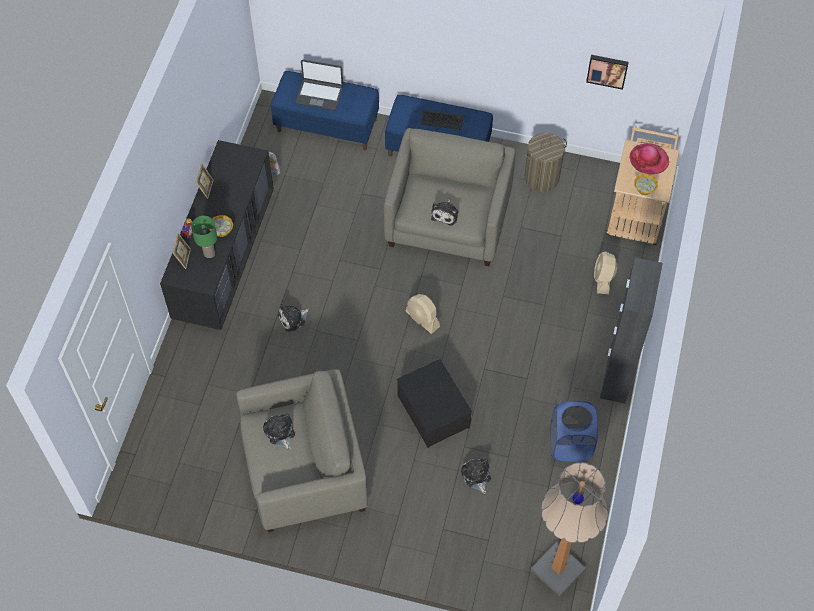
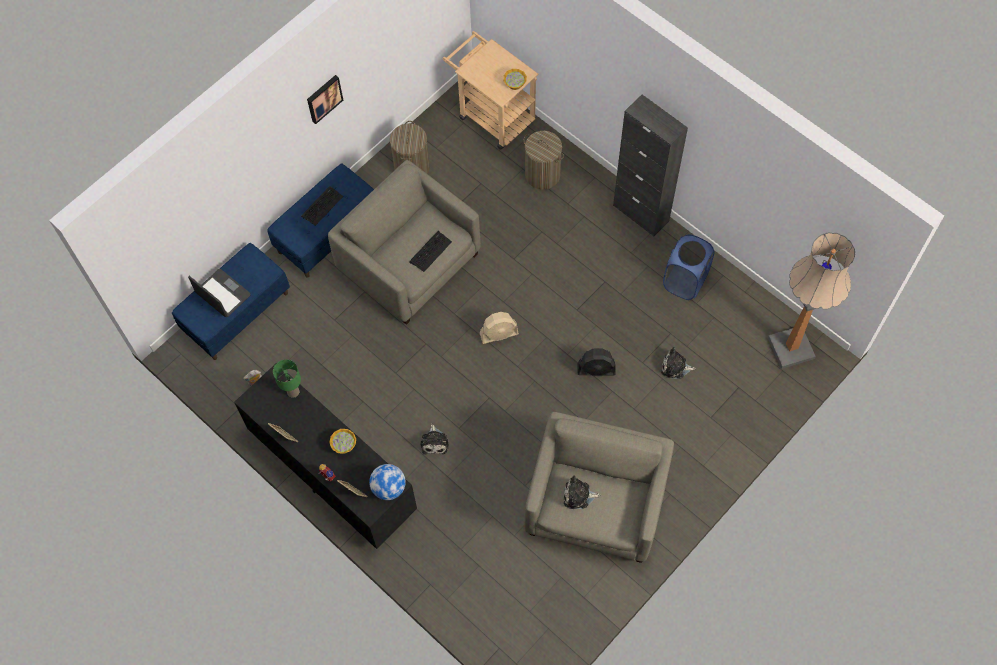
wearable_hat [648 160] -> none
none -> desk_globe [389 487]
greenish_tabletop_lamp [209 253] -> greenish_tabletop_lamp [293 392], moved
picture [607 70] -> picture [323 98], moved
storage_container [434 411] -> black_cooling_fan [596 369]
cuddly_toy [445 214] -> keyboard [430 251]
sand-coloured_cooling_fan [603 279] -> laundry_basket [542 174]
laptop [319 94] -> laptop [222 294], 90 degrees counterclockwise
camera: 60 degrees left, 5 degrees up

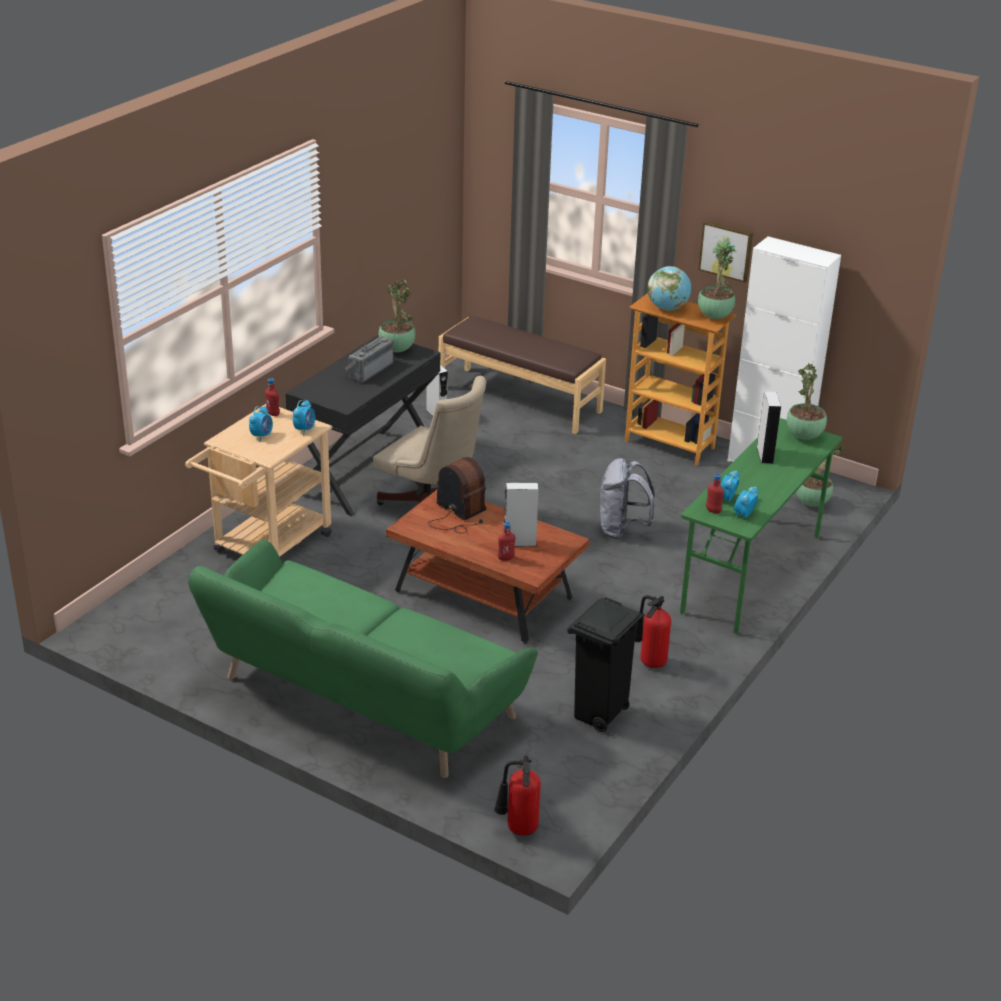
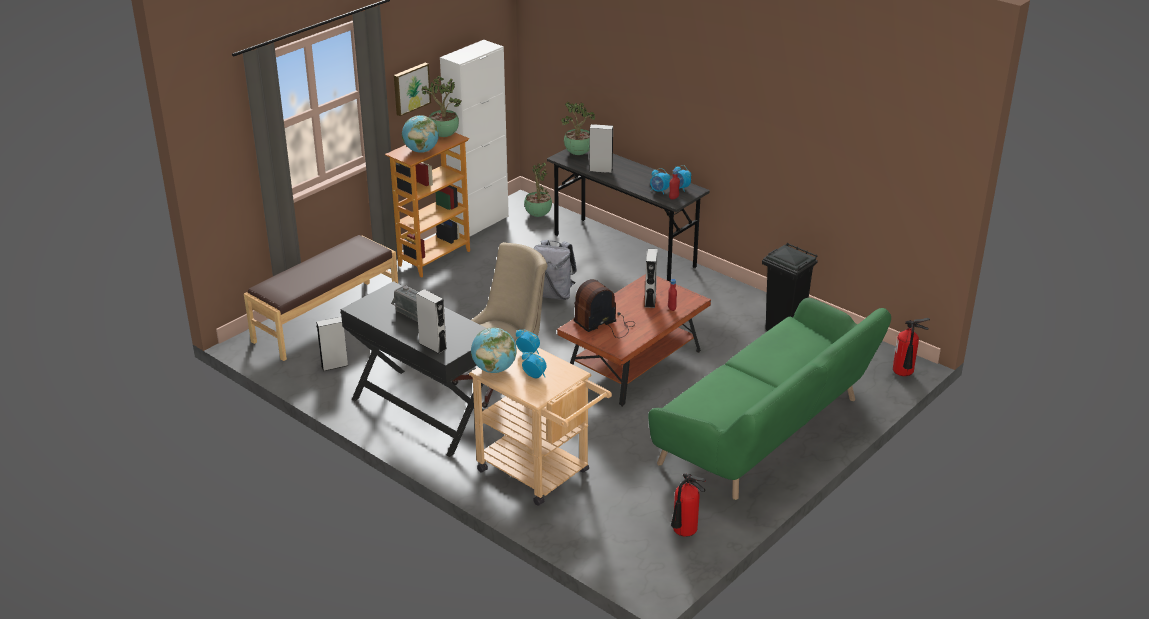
plant_in_a_pot [396 349] -> none
none -> gray_loudspeaker [432 346]
fire_extinguisher [648 662] -> fire_extinguisher [684 534], moved
red_beverage_bottle [273 414] -> desk_globe [494 369]
greenish_desk [752 574] -> gray_desk [625 251]
camera: 80 degrees left, 0 degrees up

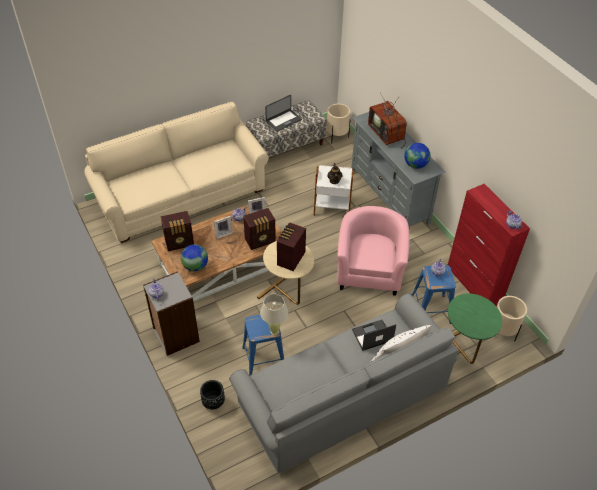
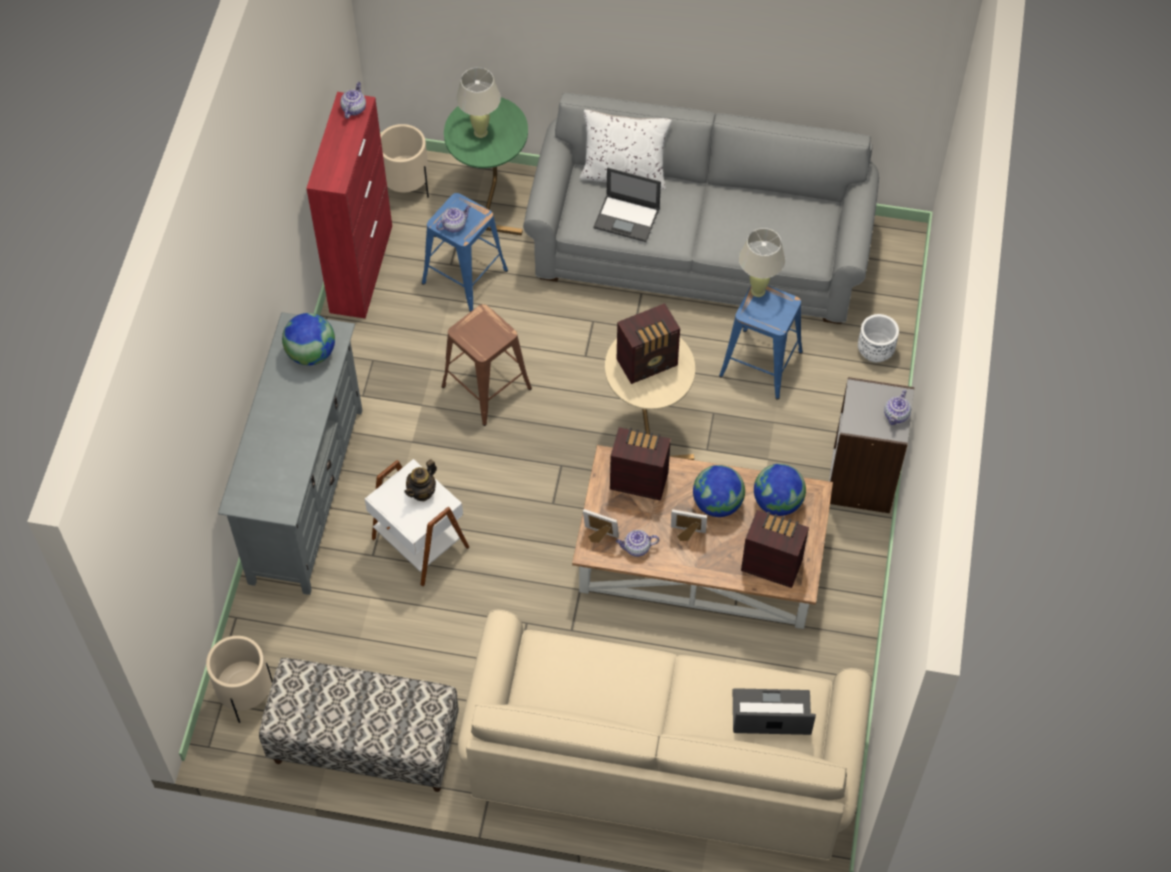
television [387 134] -> none
none -> sand-coloured_tabletop_lamp [480 132]
none -> desk_globe [717 503]
laptop [283 120] -> laptop [771 714], moved
pink_armchair [369 271] -> brown-coloured_stool_seat [485 388]
black_planter [213 402] -> whitish_planter [875 351]
camera: 140 degrees left, 10 degrees up

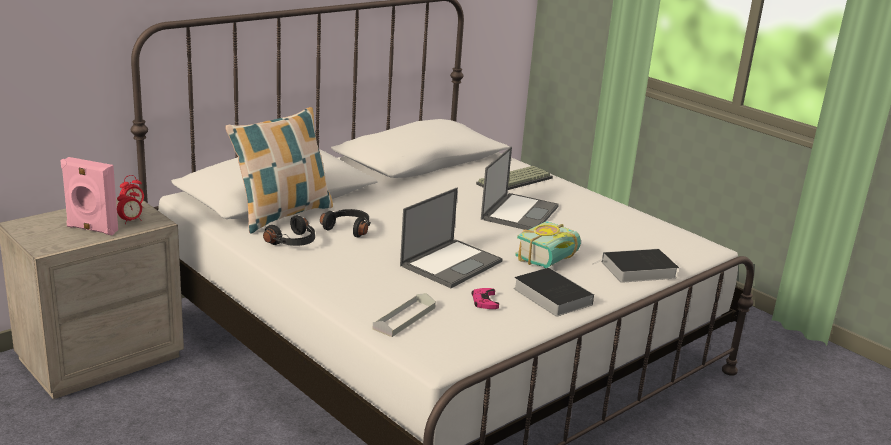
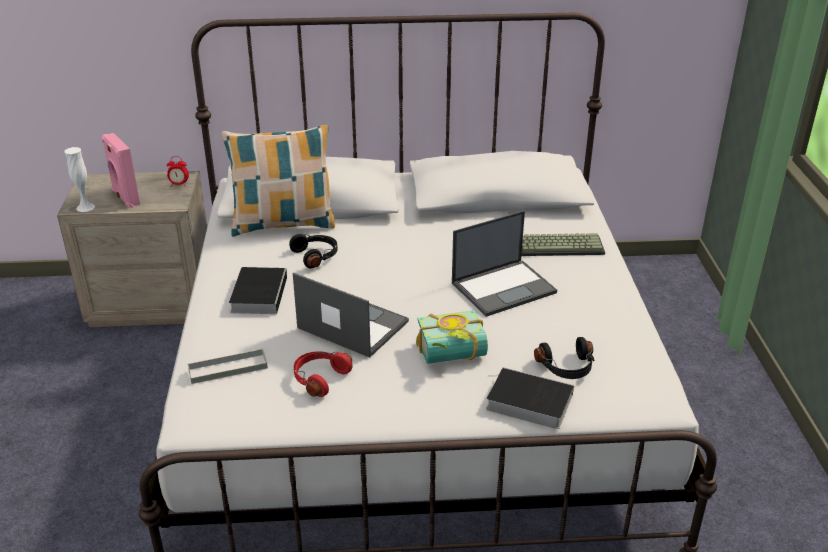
bedside_clock [130 221] -> none
none -> whitish_decorative_vase [85 207]
black_headset [293 242] -> black_headset [567 368], moved
bound_book [550 295] -> bound_book [259 293], moved
pink_gamepad [484 301] -> red_headset [319 378]
laptop [451 263] -> laptop [351 324], 135 degrees counterclockwise
camera: 40 degrees right, 10 degrees up

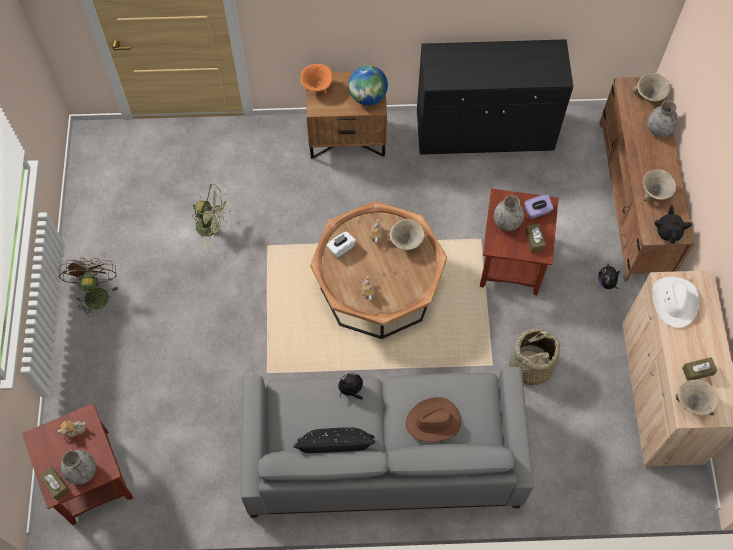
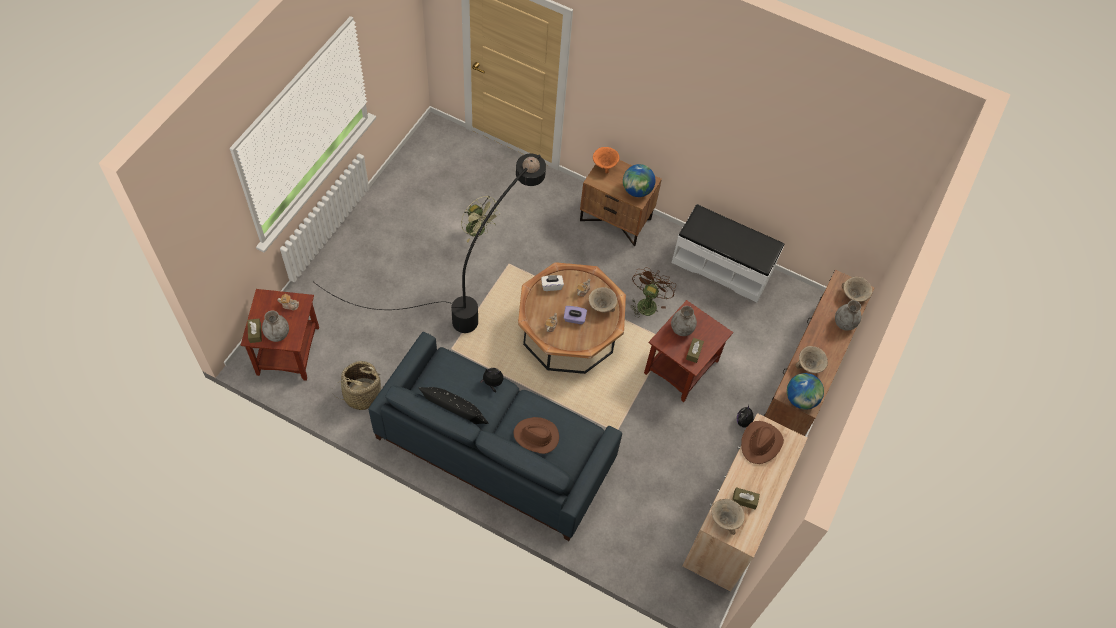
none -> black_standing_lamp [473 293]
brown-coloured_cooling_fan [95 293] -> brown-coloured_cooling_fan [647 303], moved
storage_basket [530 366] -> storage_basket [362 394], moved
purplish_tissue_box [537 211] -> purplish_tissue_box [574 319], moved
black_cabinet [484 132] -> whitish_bench [722 267]
black_tea_pot [668 231] -> desk_globe [800 399]
gray_sofa [382 453] -> blue-coloured_sofa [495 447]
whitish_wearable_hat [674 302] -> brown-coloured_wearable_hat [760 443]
camera: 25 degrees right, 5 degrees down

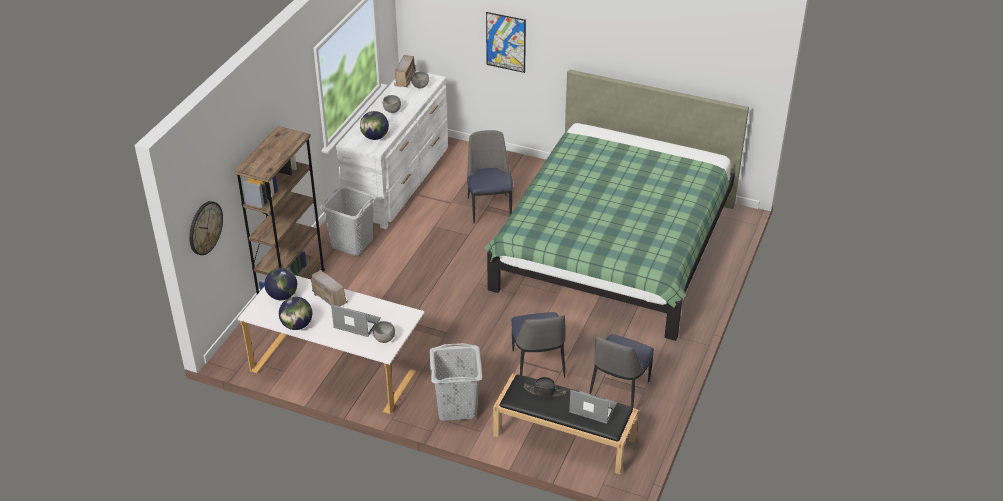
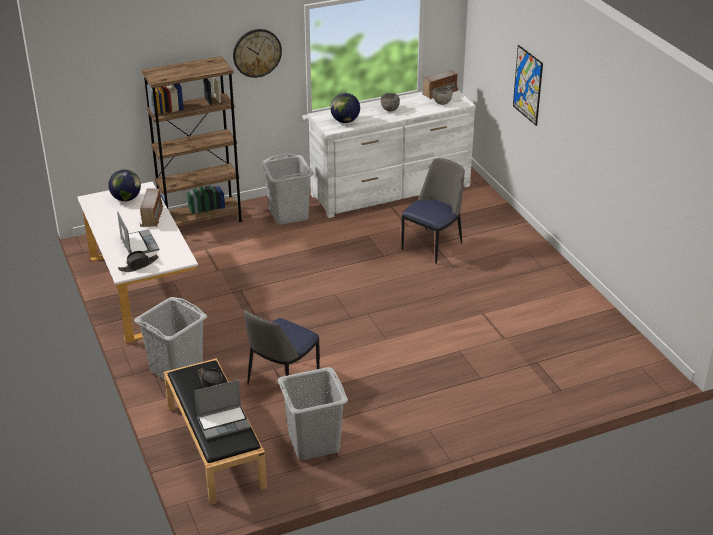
desk_globe [297 325] -> none
greenish_bedroom_bed [614 247] -> none
wall_clock [205 227] -> wall_clock [257 53], moved
gray_serving_bowl [384 339] -> black_wearable_hat [138 265]
plain_chair [618 391] -> gray_laundry_basket [313 443]
laptop [592 409] -> laptop [224 422], 90 degrees clockwise
camera: 45 degrees right, 5 degrees down

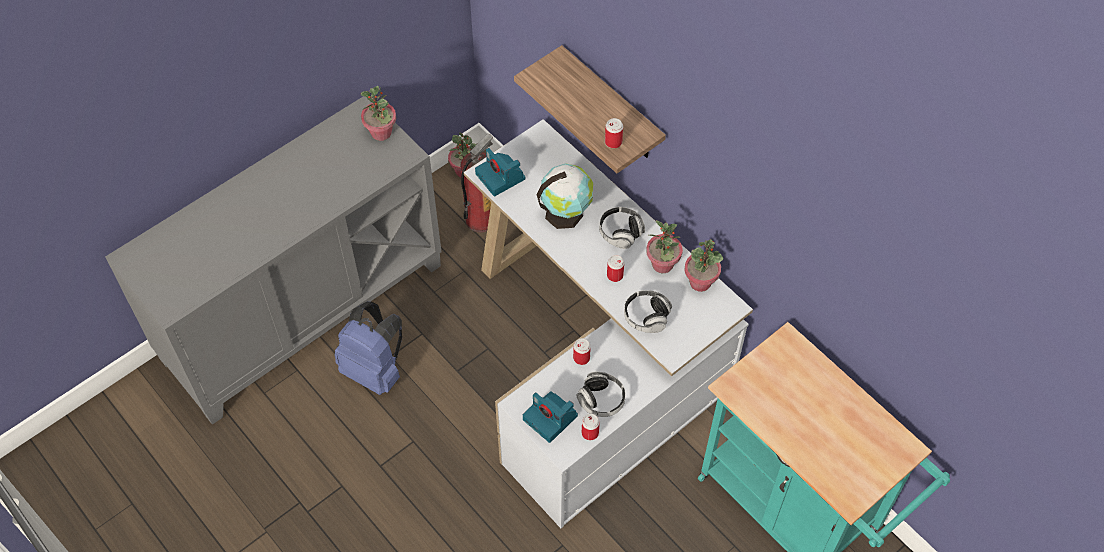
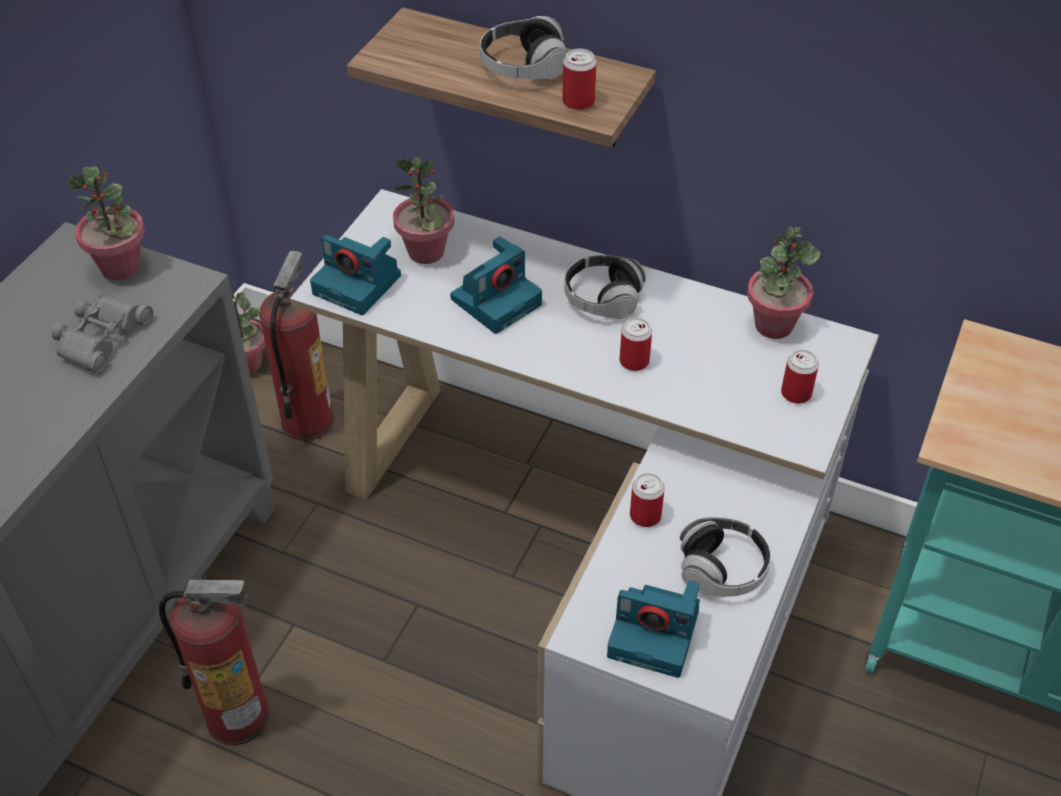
none -> gray_pair_of_binoculars [102 338]
can [590 433] -> can [796 393], moved
headset [646 317] -> headset [523 68], moved
plant_in_a_pot [662 264] -> plant_in_a_pot [426 252], moved
blue-coloured_backpack [375 370] -> fire_extinguisher [238 715]
desk_globe [566 213] -> photo_camera [497 300]
camera: 25 degrees left, 10 degrees down

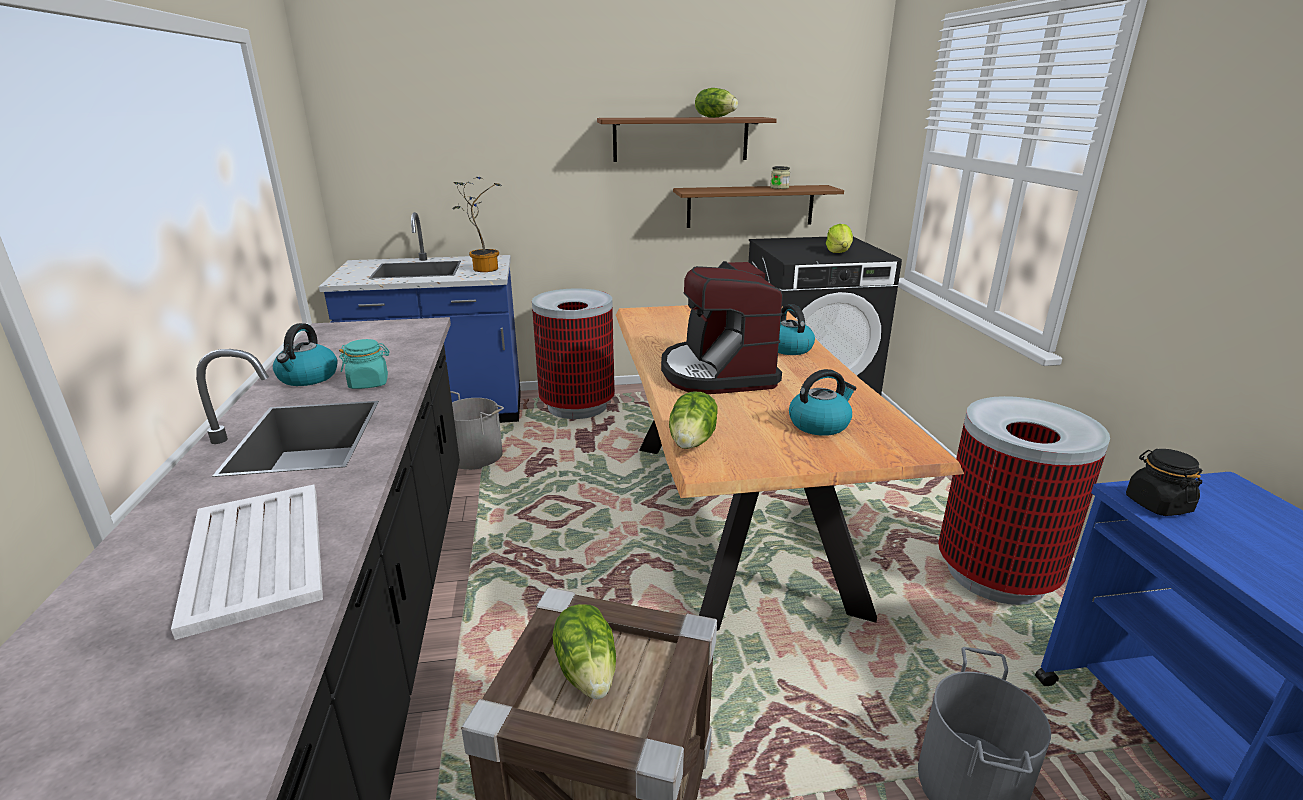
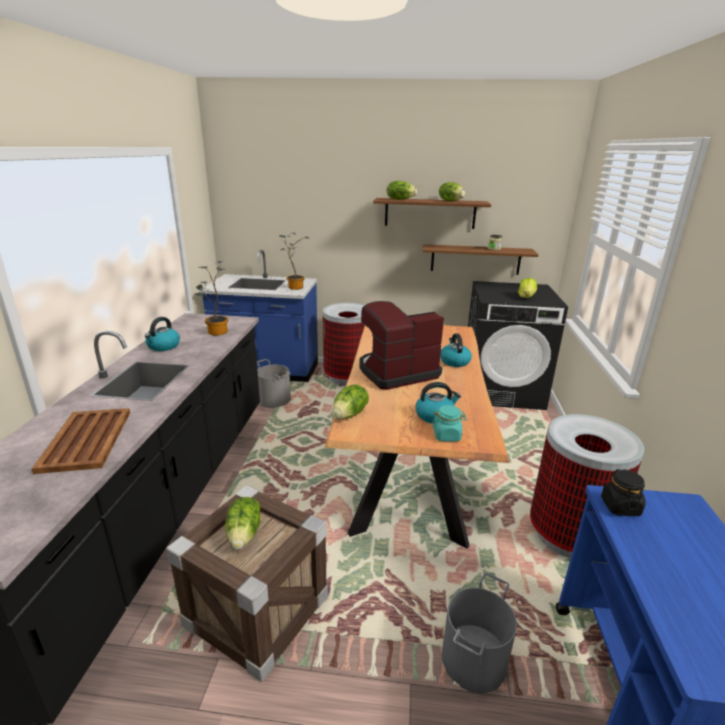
none -> plant_in_a_pot [215 333]
none -> lettuce_head [400 199]
turquoise_jar [369 383] -> turquoise_jar [447 436], moved
whitish_serving_tray [257 553] -> brown-coloured_serving_tray [87 439]
coffee_machine [717 373] -> coffee_machine [396 372], 60 degrees clockwise
camera: 15 degrees right, 0 degrees up

